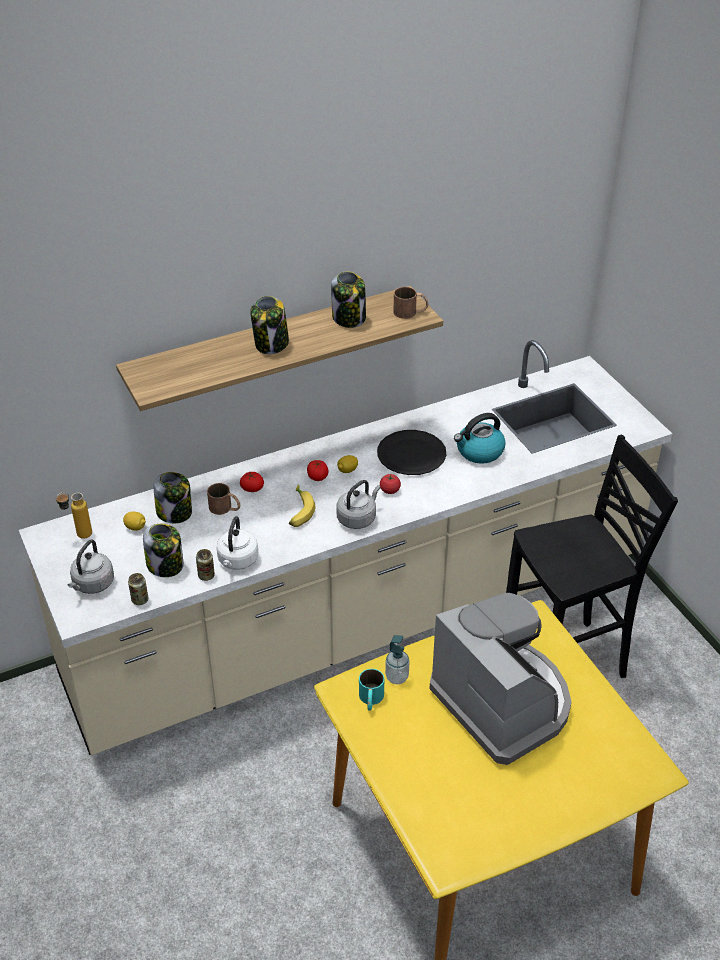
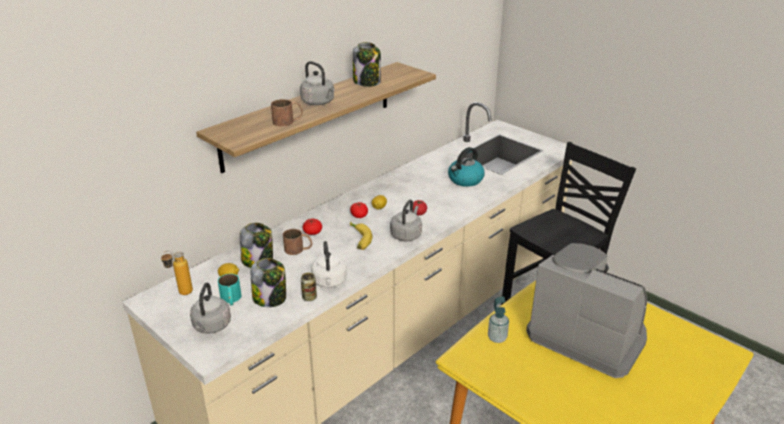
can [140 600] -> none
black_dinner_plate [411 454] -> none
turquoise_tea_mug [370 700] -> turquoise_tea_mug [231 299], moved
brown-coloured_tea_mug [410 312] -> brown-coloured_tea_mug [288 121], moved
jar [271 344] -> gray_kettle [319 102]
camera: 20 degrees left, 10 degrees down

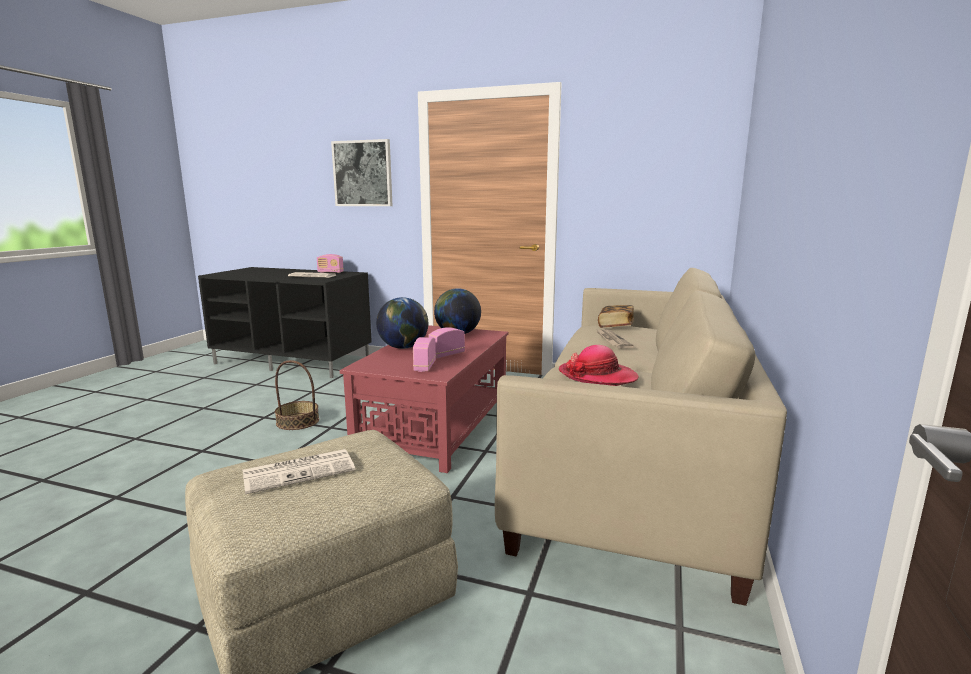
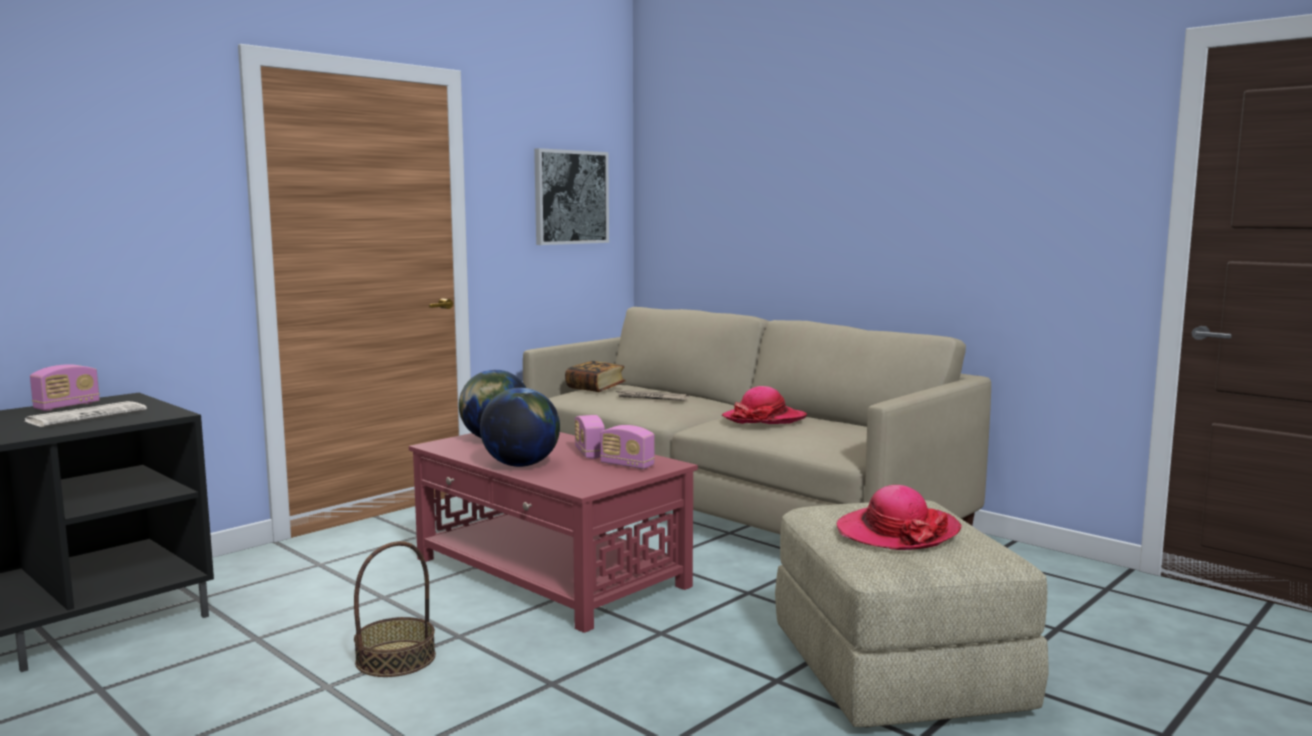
picture [363 173] -> picture [570 197], moved
newspaper [300 471] -> wearable_hat [896 532]
camera: 65 degrees left, 5 degrees down

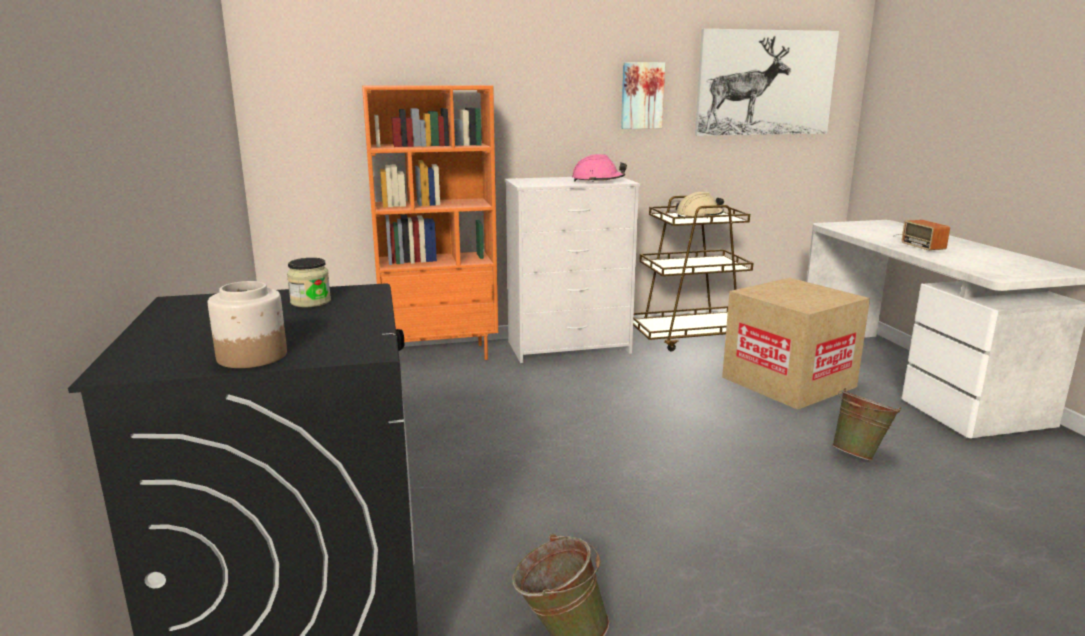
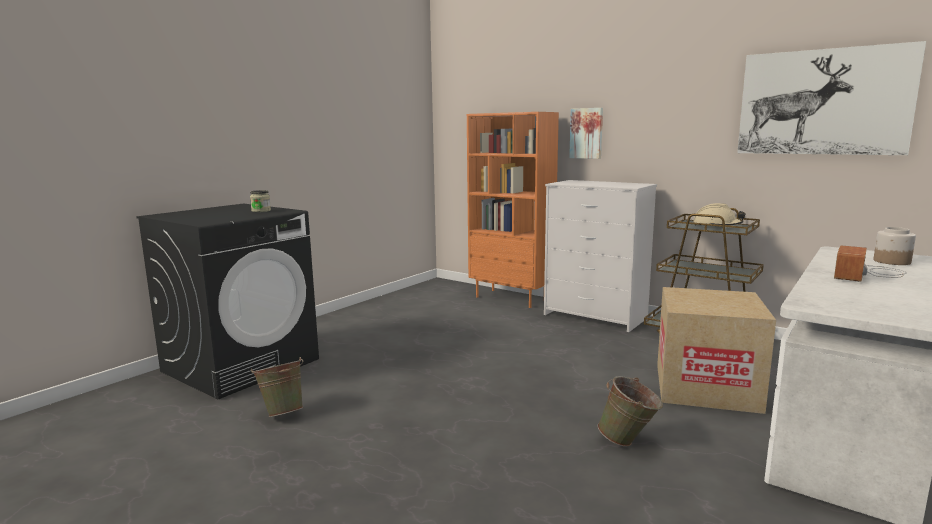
pink_hard_hat [598 181] -> none
jar [251 356] -> jar [891 261], moved
picture [641 95] -> picture [586 133], moved
camera: 50 degrees right, 5 degrees down

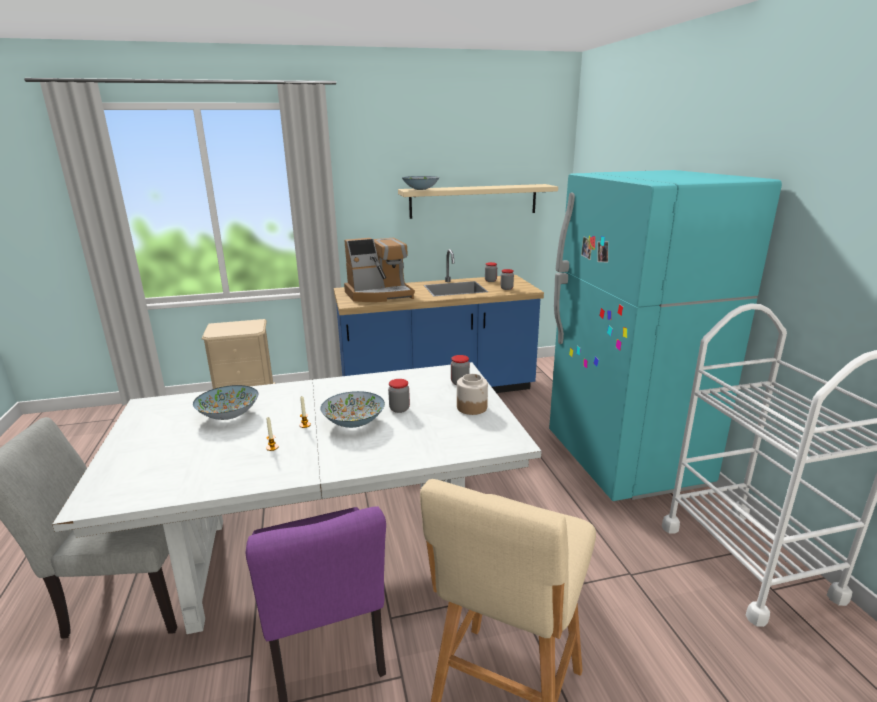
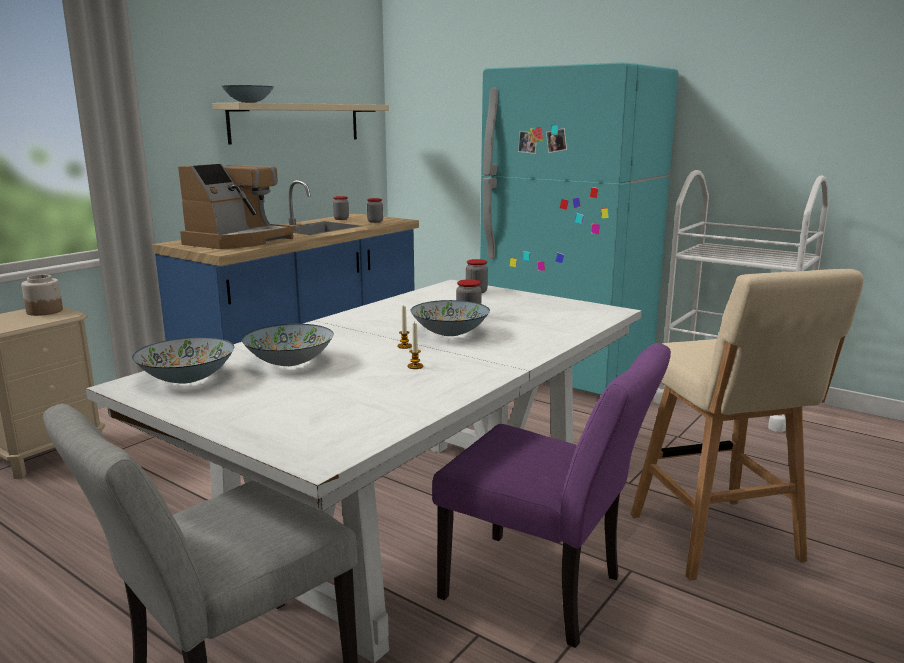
none -> serving_bowl [188 379]
jar [472 407] -> jar [45 311], moved
camera: 40 degrees left, 5 degrees down

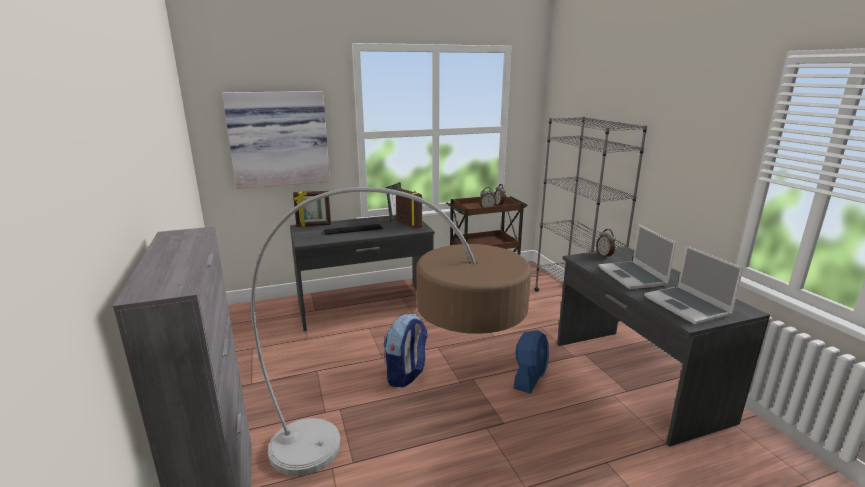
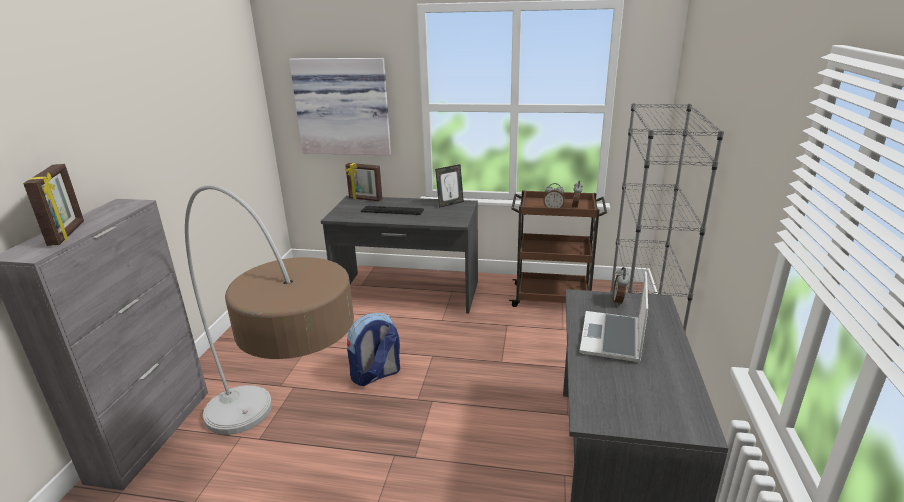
blue-coloured_cooling_fan [530 377] -> none
laptop [688 306] -> none
picture_frame [409 224] -> picture_frame [68 233], moved
camera: 30 degrees right, 5 degrees up

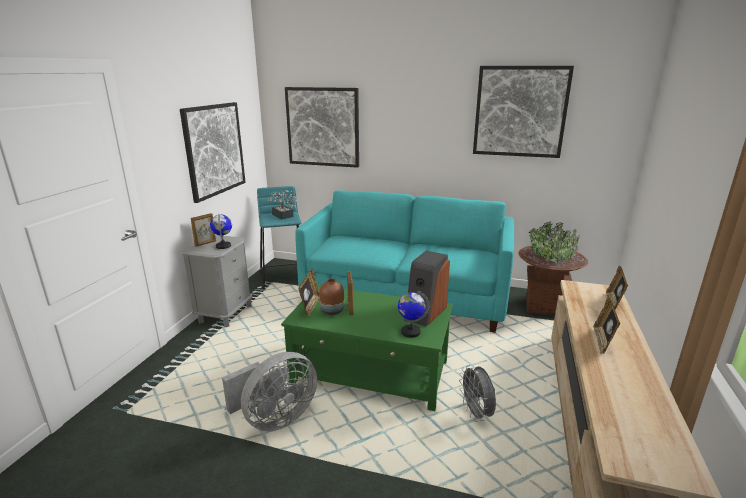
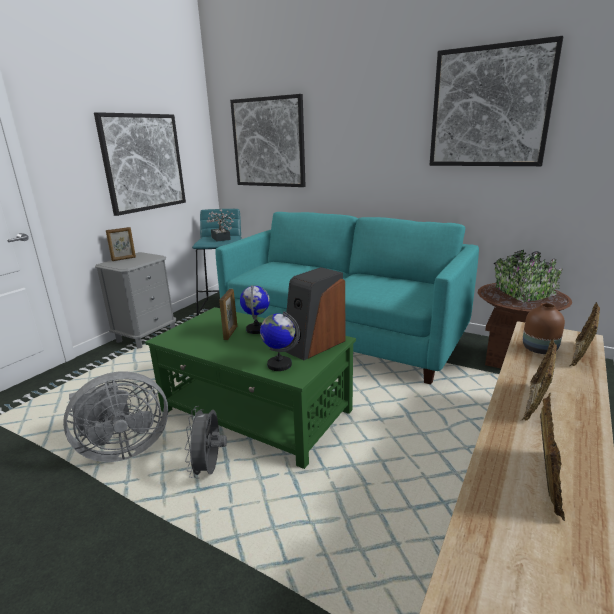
desk_globe [223 246] -> desk_globe [256 329], moved
picture_frame [310 306] -> picture_frame [545 482], moved
brown-coloured_decorative_vase [332 311] -> brown-coloured_decorative_vase [538 349], moved
gray_cooling_fan [476 414] -> gray_cooling_fan [209 469], moved
camera: 15 degrees right, 0 degrees up

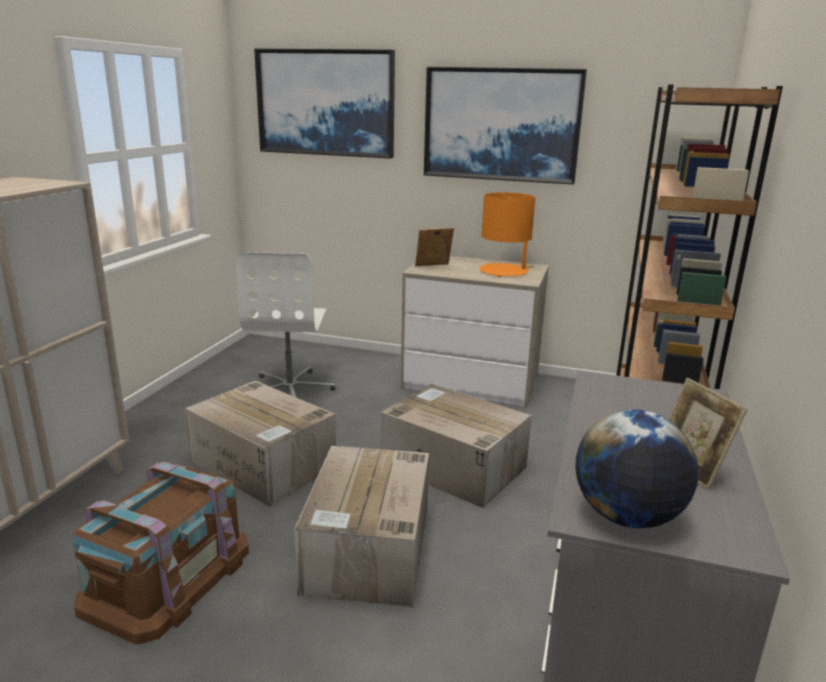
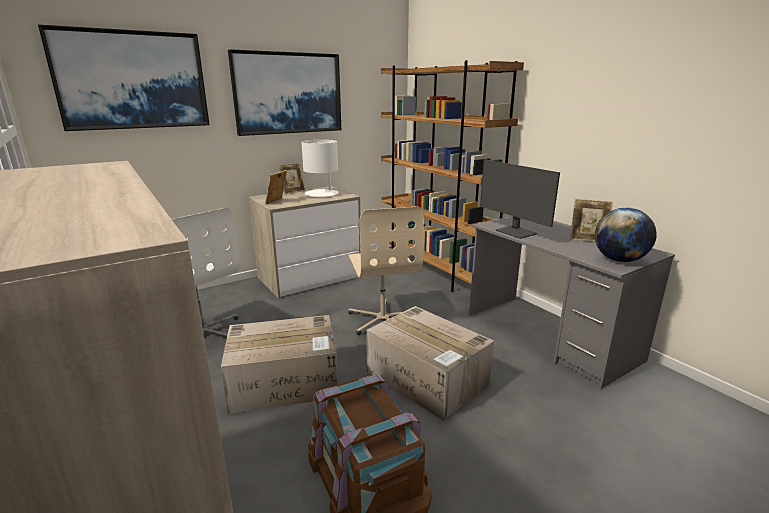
none -> picture_frame [293 192]
none -> monitor [515 232]
packing_box [451 465] -> sand-coloured_desk_chair [383 320]
orangey_tabletop_lamp [504 271] -> whitish_tabletop_lamp [322 194]
camera: 50 degrees left, 0 degrees up

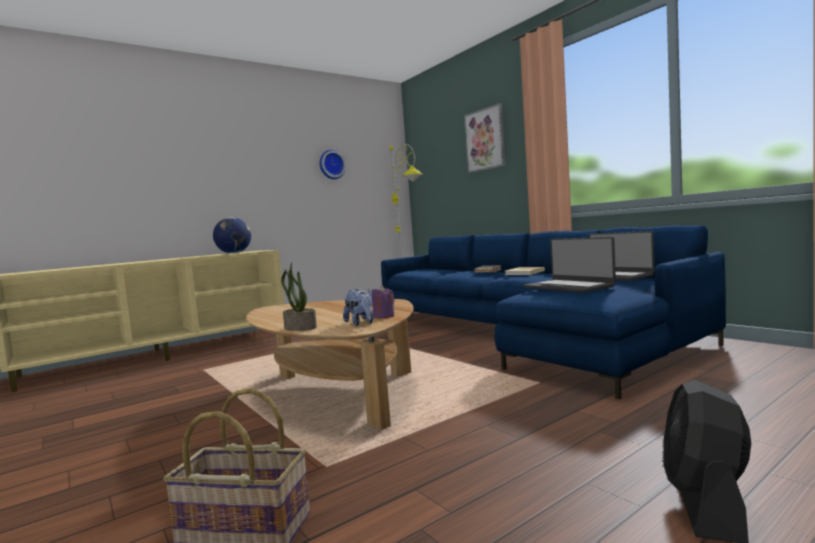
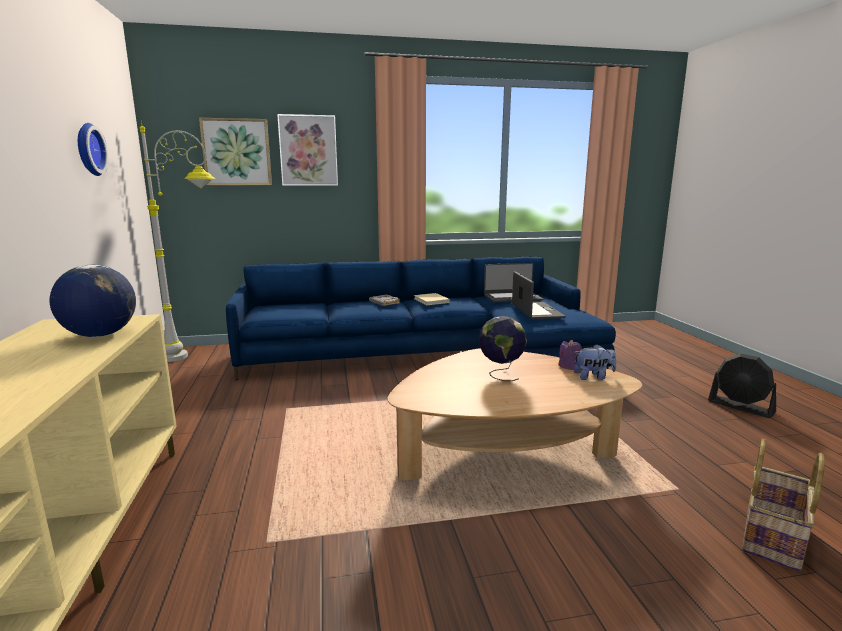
plant_in_a_pot [299 328] -> none
none -> picture [237 152]
none -> desk_globe [500 374]
laptop [568 287] -> laptop [536 311], 90 degrees counterclockwise
camera: 65 degrees left, 10 degrees up

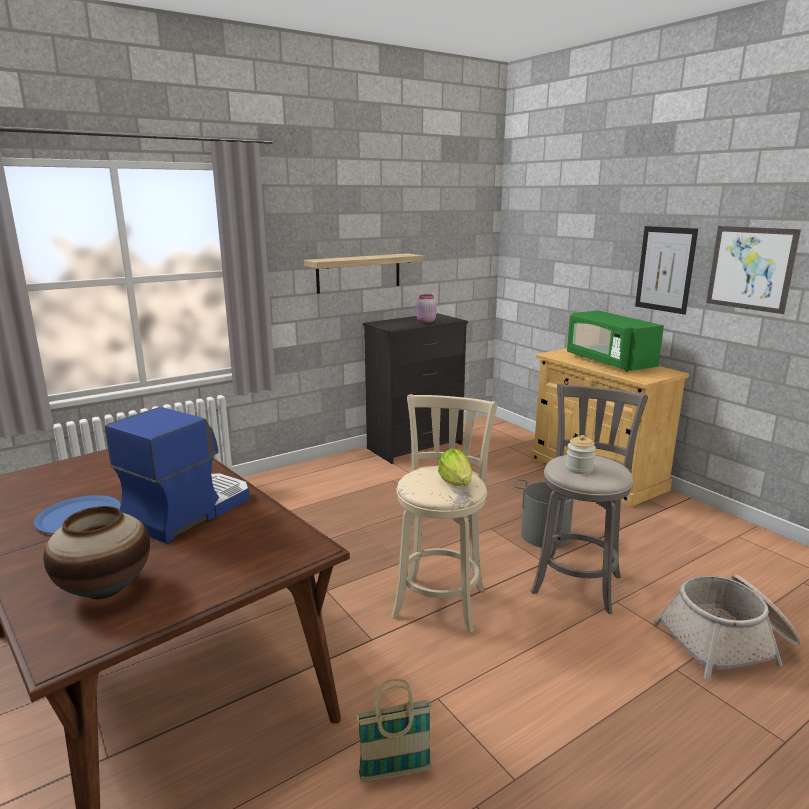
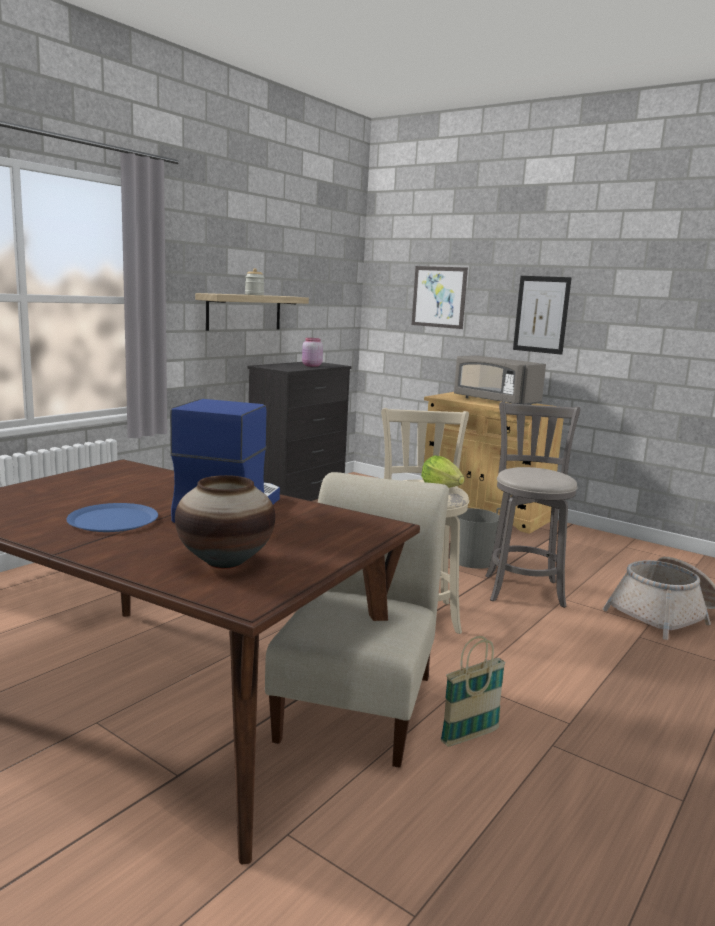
none -> sand-coloured_plain_chair [358 702]
jar [579 469] -> jar [254 295], moved
picture [750 268] -> picture [439 297], moved
greenish_kitchen_microwave [608 362] -> gray_kitchen_microwave [494 401]
camera: 20 degrees left, 5 degrees down

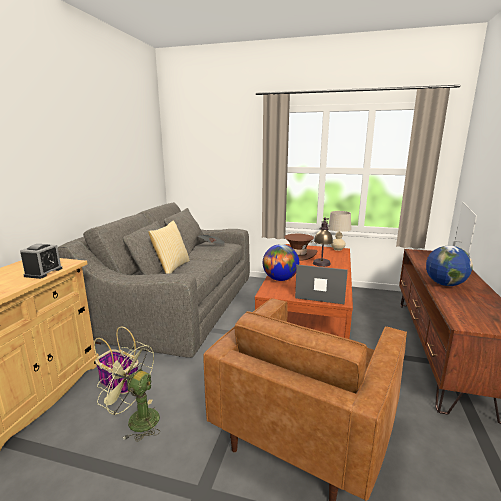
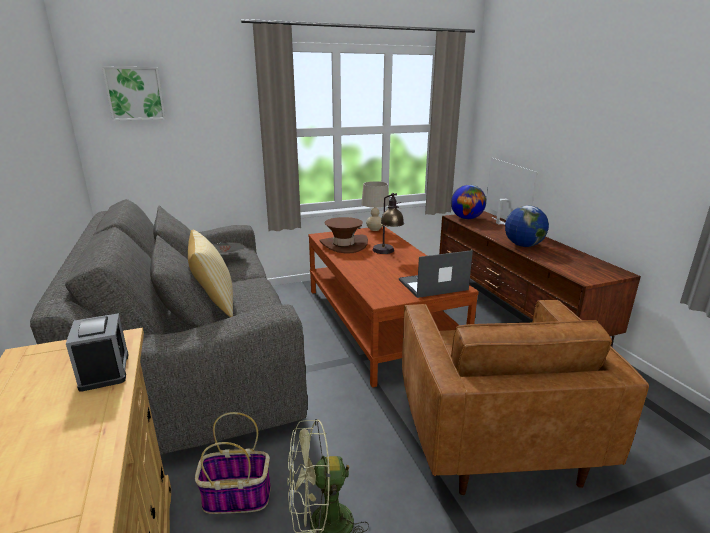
none -> picture [135 93]
desk_globe [280 279] -> desk_globe [466 218], moved
camera: 35 degrees left, 5 degrees up

